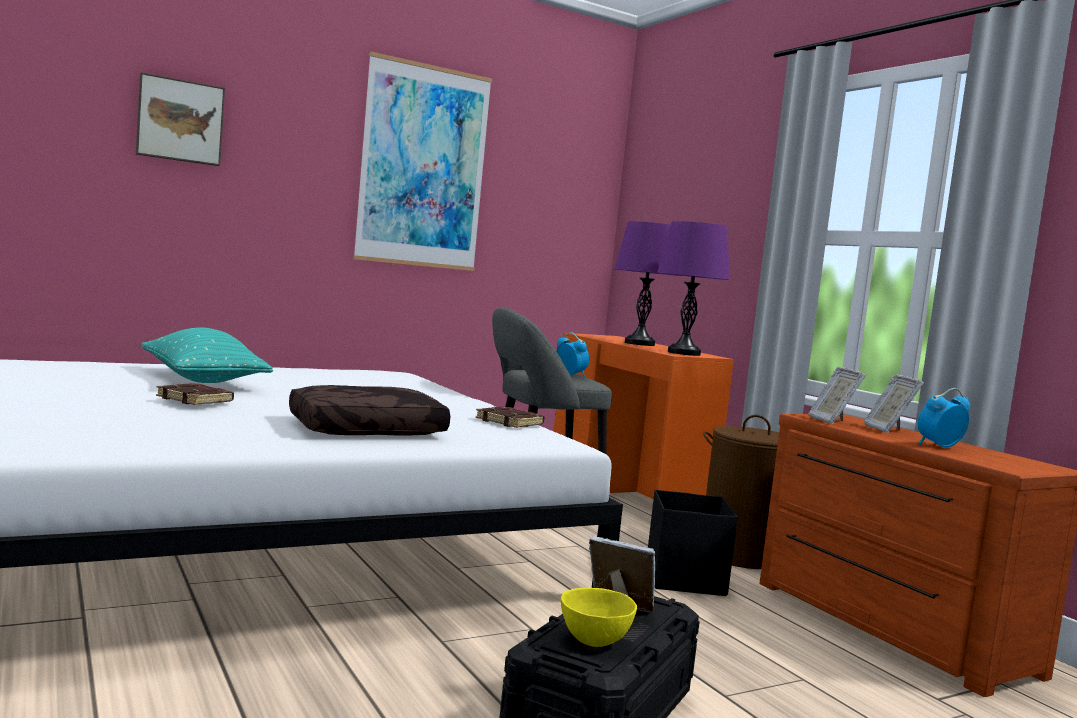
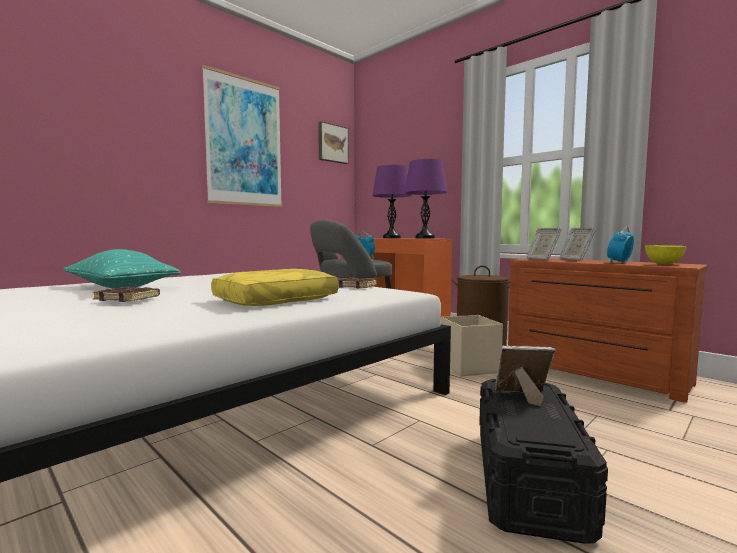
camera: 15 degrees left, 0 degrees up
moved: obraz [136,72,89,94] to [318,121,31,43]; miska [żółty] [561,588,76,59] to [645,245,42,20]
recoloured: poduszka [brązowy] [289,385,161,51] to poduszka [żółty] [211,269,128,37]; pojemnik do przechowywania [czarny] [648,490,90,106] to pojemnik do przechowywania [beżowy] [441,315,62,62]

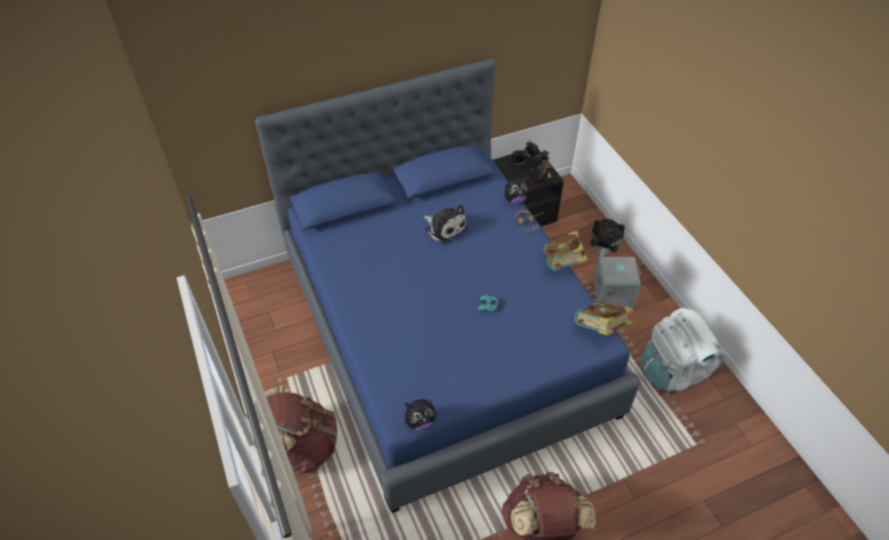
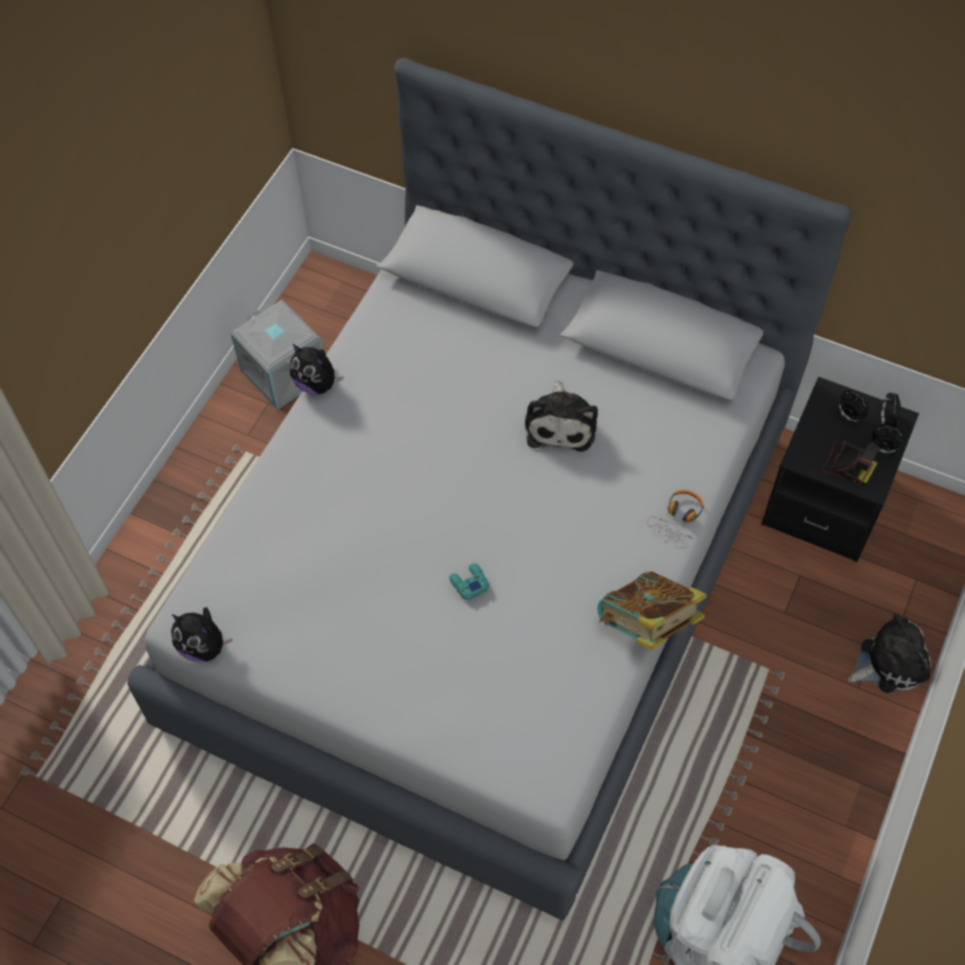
camera: 50 degrees right, 10 degrees up
removed: plecak [brązowy] [264,386,73,88]; książka [575,301,59,35]
moved: pluszak [505,177,24,27] to [290,344,53,51]; pojemnik do przechowywania [szary] [593,257,48,50] to [230,299,93,111]
recoloured: łóżko [niebieski] [255,59,386,454] to łóżko [szary] [127,58,725,862]

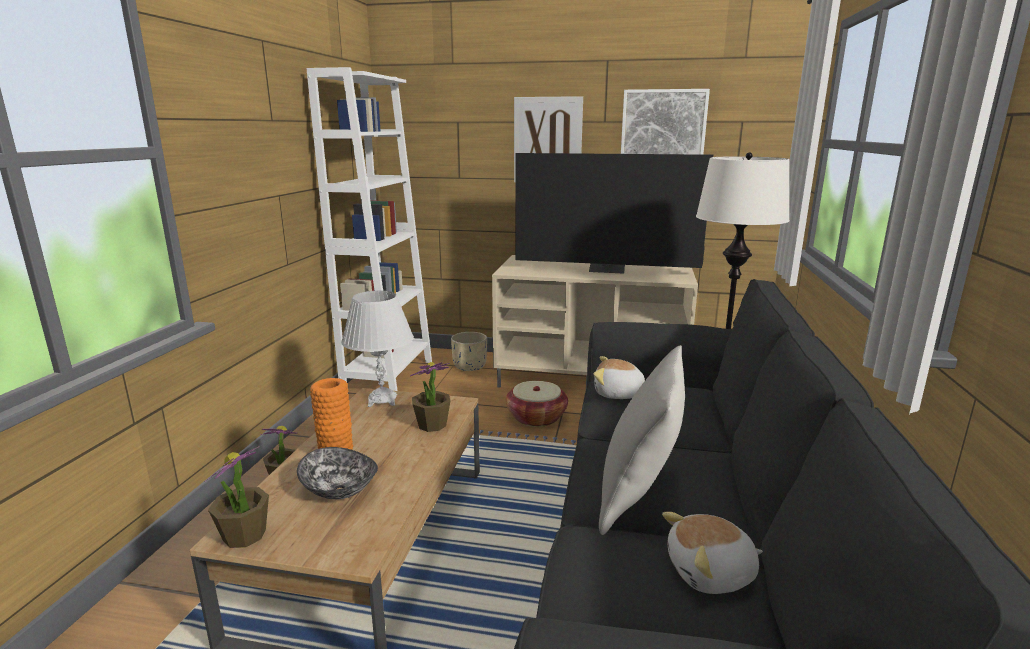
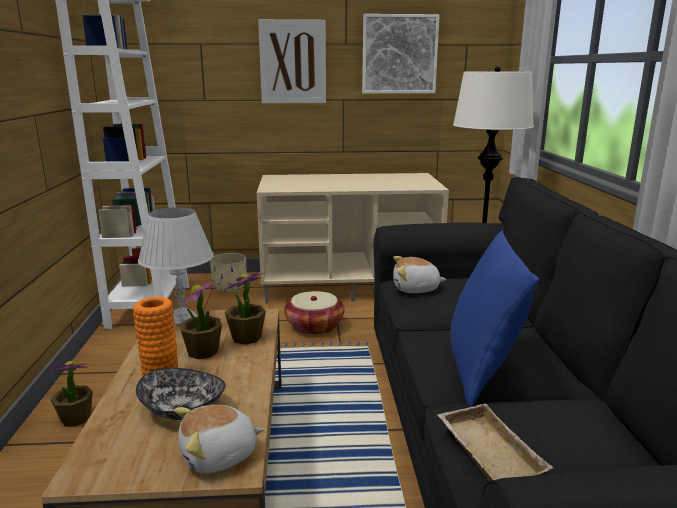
camera: 15 degrees left, 0 degrees up
removed: telewizor [515,153,198,121]
added: taca [beżowy] [437,404,116,77]
moved: roślina doniczkowa [206,446,63,102] to [180,280,42,79]; pluszak [662,512,101,82] to [174,405,90,68]
recoloured: poduszka [szary] [599,345,86,190] to poduszka [niebieski] [450,231,89,176]

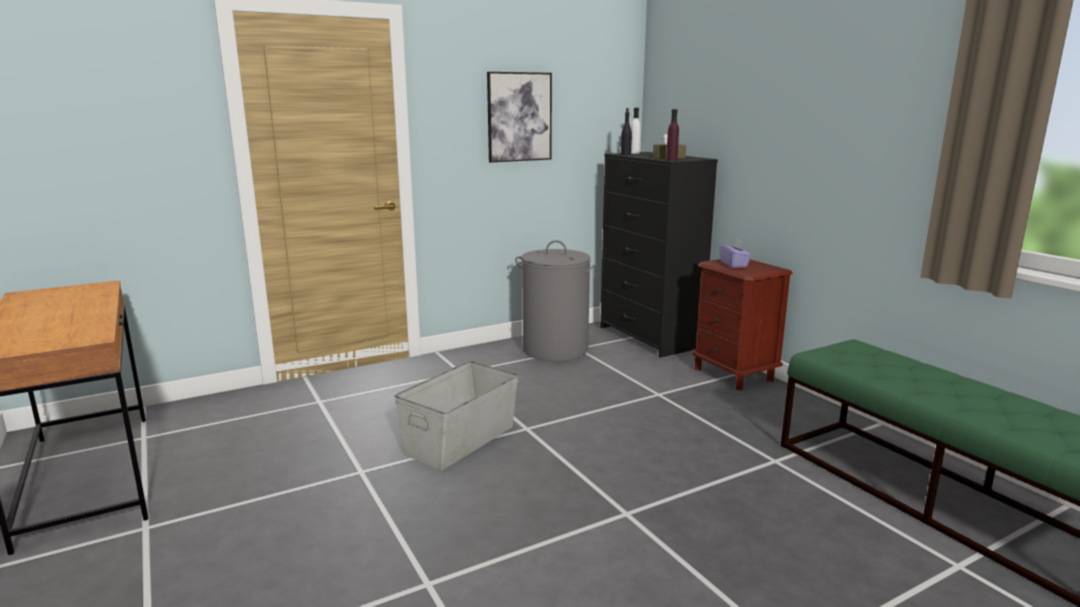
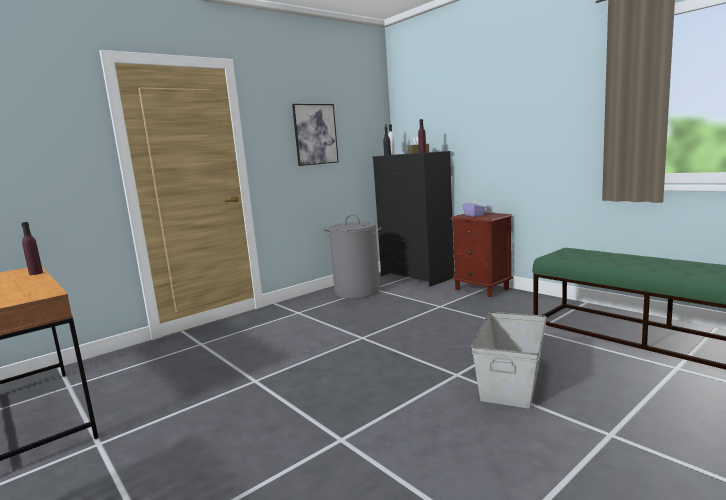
camera: 10 degrees left, 5 degrees down
added: butelka [fioletowy] [21,222,22,53]
moved: pojemnik do przechowywania [szary] [395,361,123,109] to [471,312,76,97]

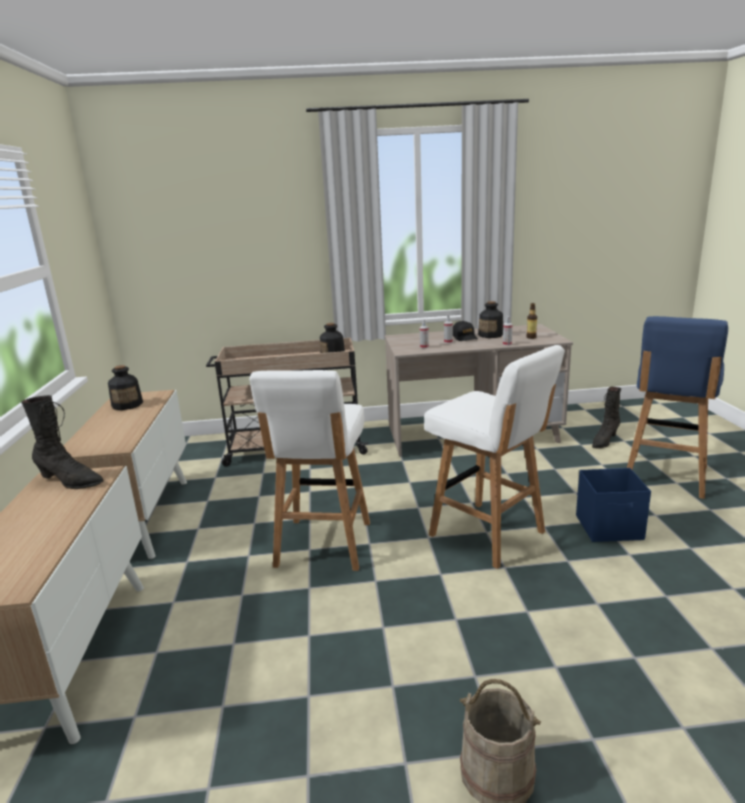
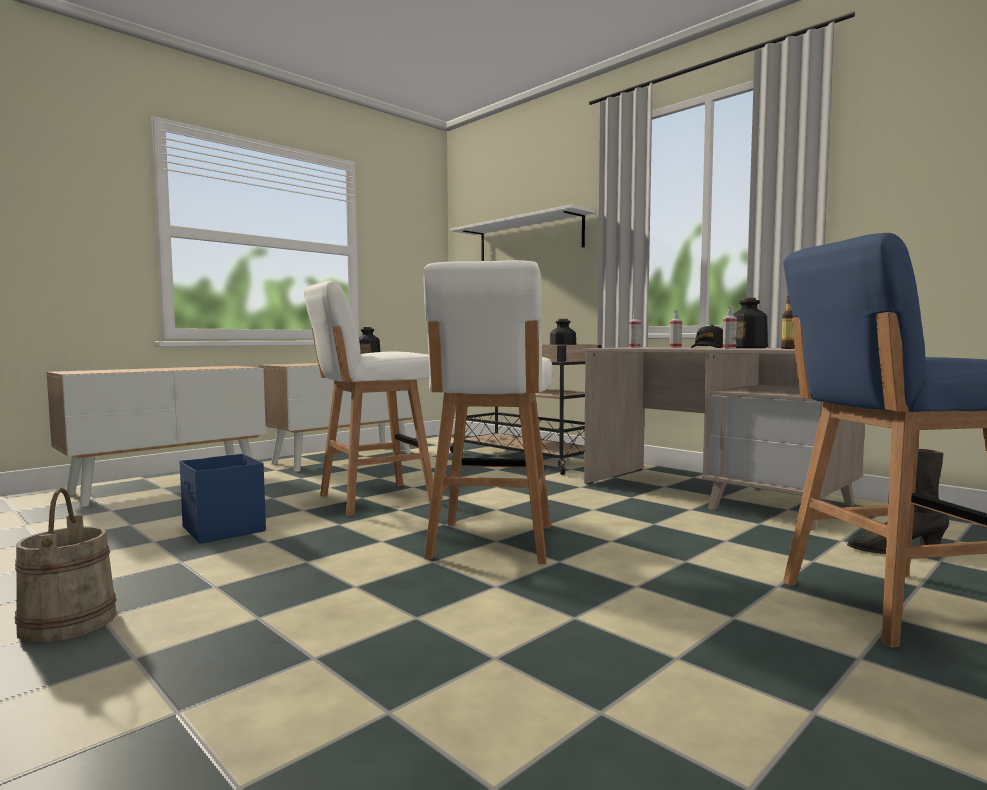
camera: 50 degrees right, 15 degrees down
removed: but z cholewką [czarny] [21,395,83,94]
added: półka [biały] [450,204,145,57]
moved: pojemnik do przechowywania [niebieski] [576,468,75,74] to [179,454,87,90]

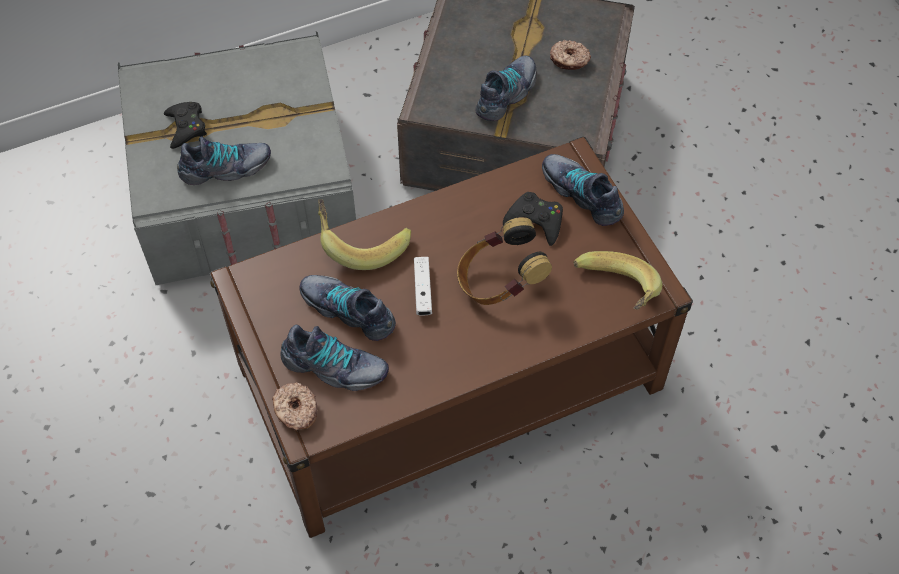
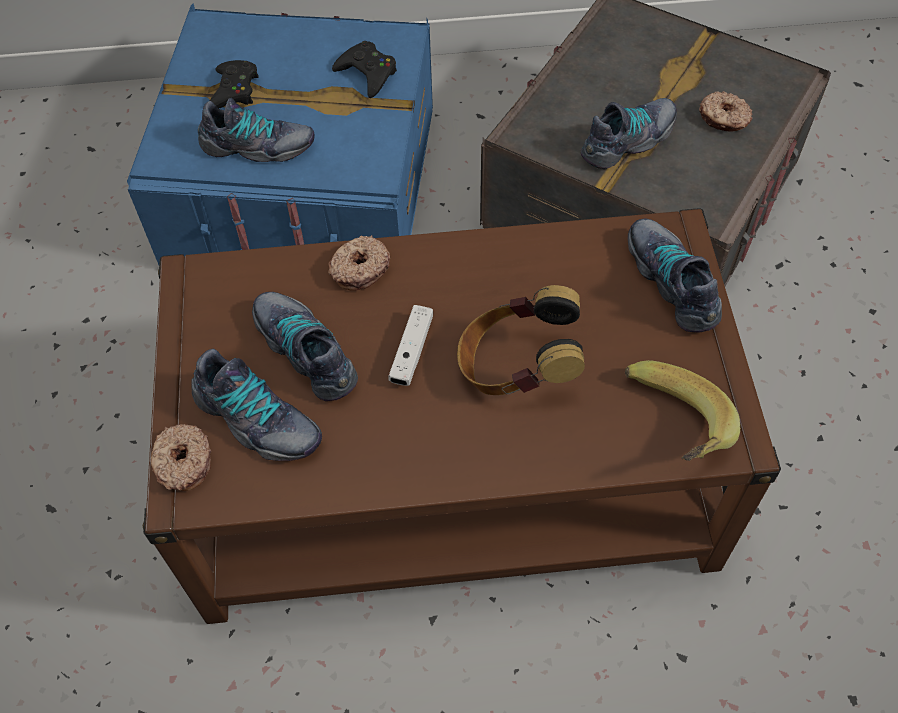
camera: 20 degrees right, 0 degrees up
moved: pad do gier [czarny] [503,192,60,54] to [332,41,65,57]
replaced: banan [318,199,93,71] to donut [328,235,62,55]
recoloured: pojemnik do przechowywania [szary] [118,31,238,254] to pojemnik do przechowywania [niebieski] [127,3,306,262]

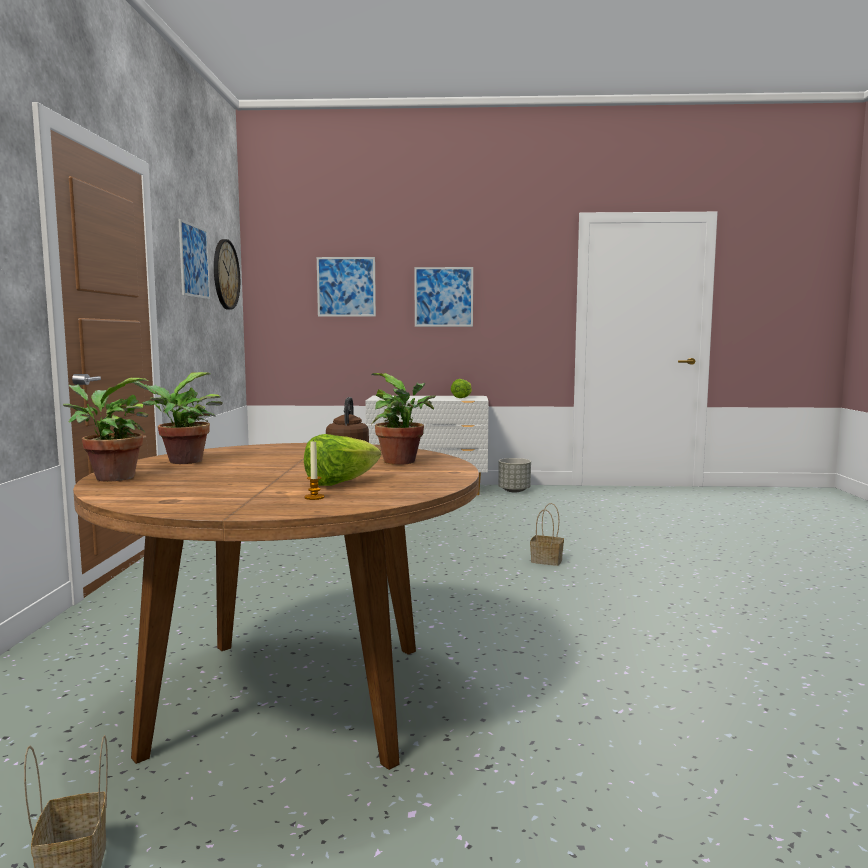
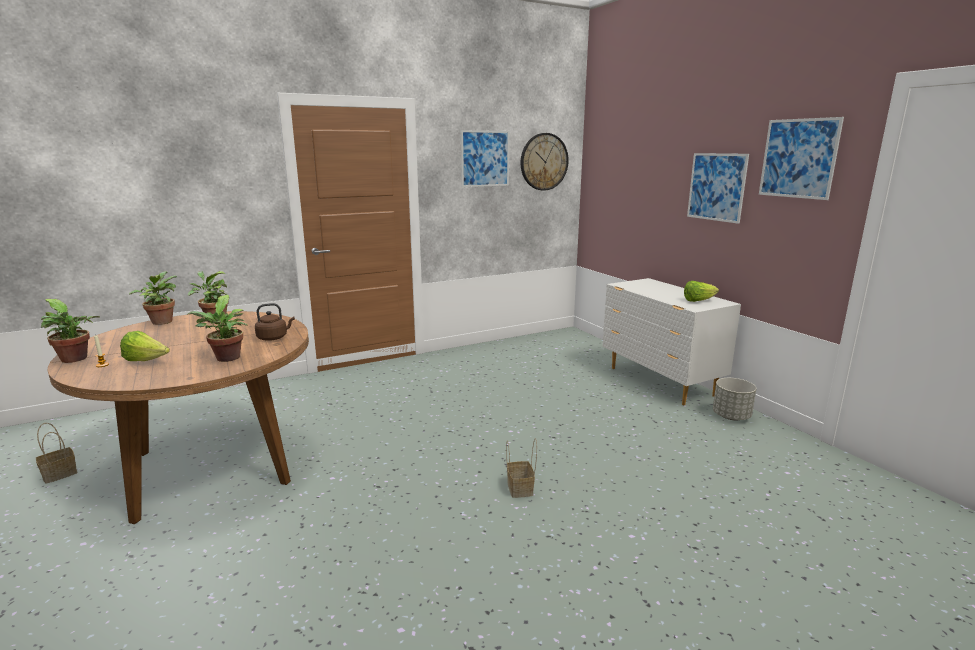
camera: 60 degrees right, 10 degrees up
added: roślina doniczkowa [41,299,59,64]
moved: obraz [317,257,59,60] to [759,117,85,83]

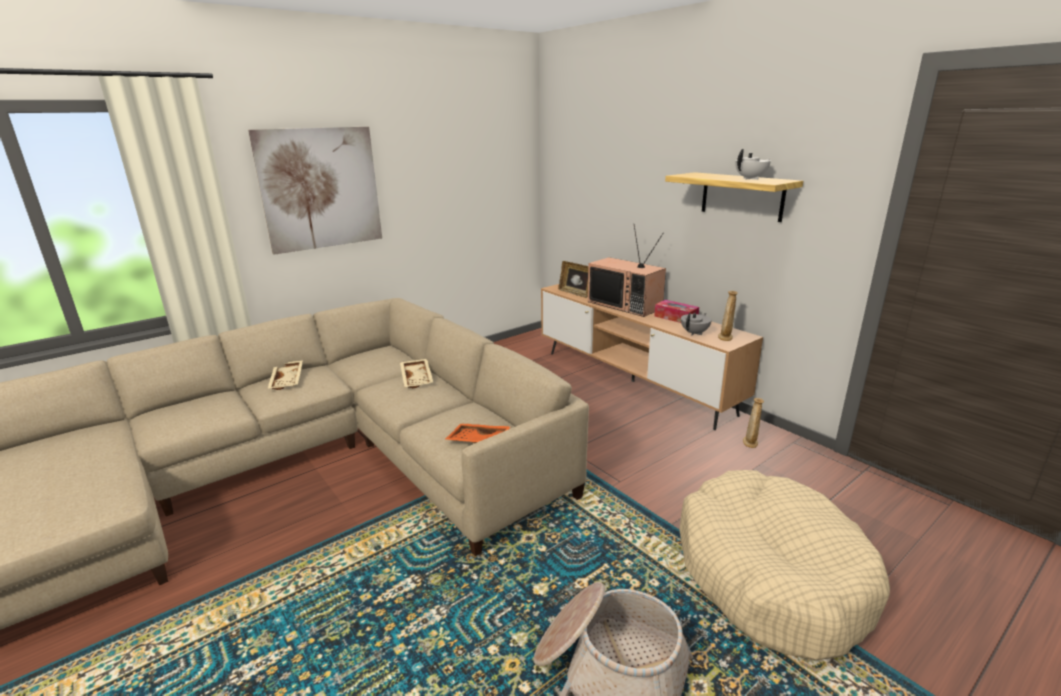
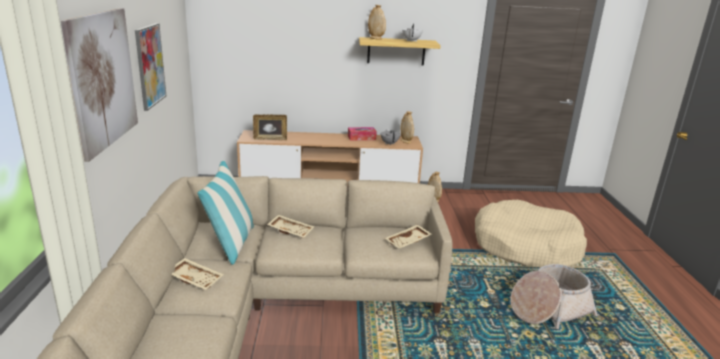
camera: 55 degrees left, 0 degrees up
removed: telewizor [588,224,78,93]
added: obraz [135,23,31,88]; poduszka [197,160,57,105]; wazon [beżowy] [368,5,18,35]
recoloured: taca [pomarańczowy] [445,424,66,19] to taca [beżowy] [385,225,47,24]

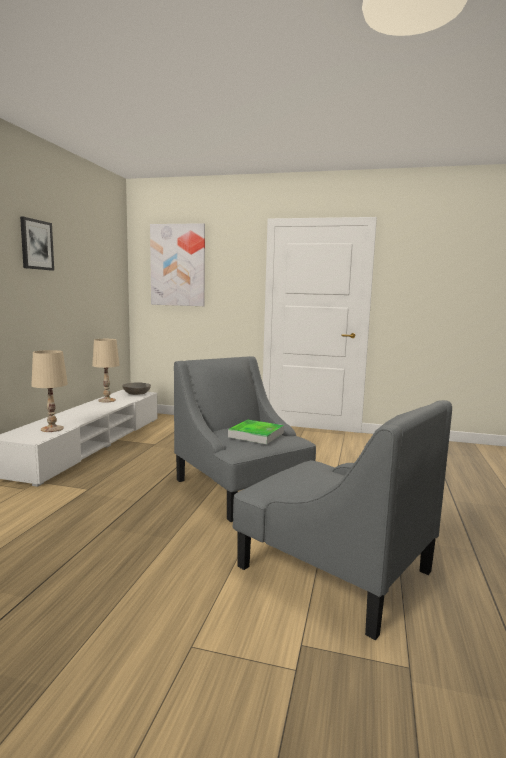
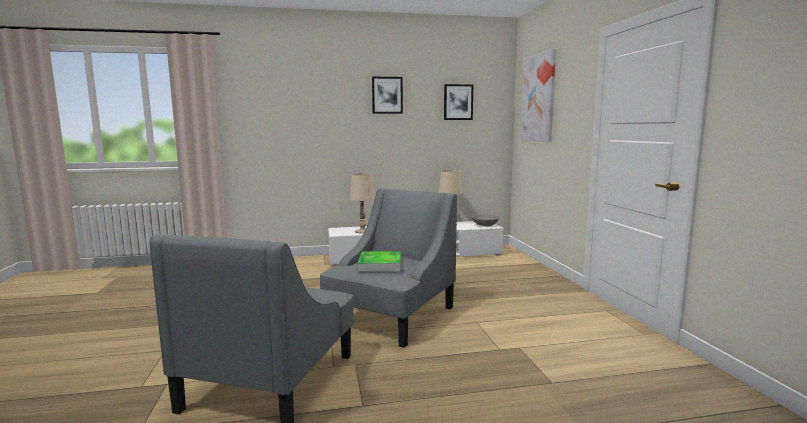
camera: 65 degrees right, 0 degrees up
added: obraz [444,84,29,36]

